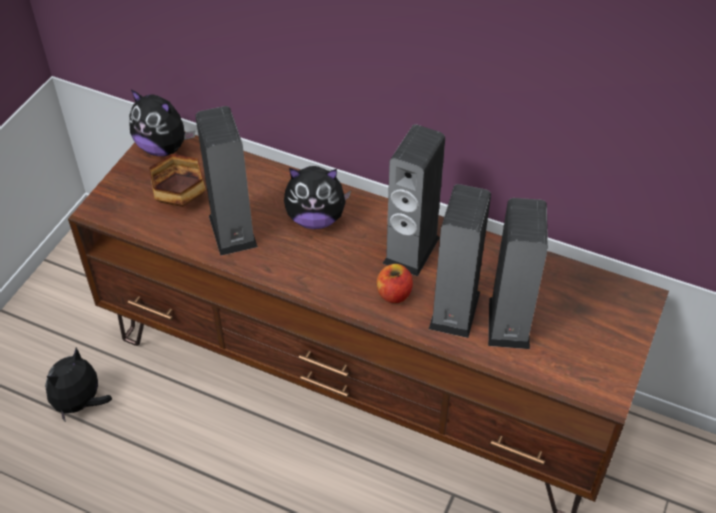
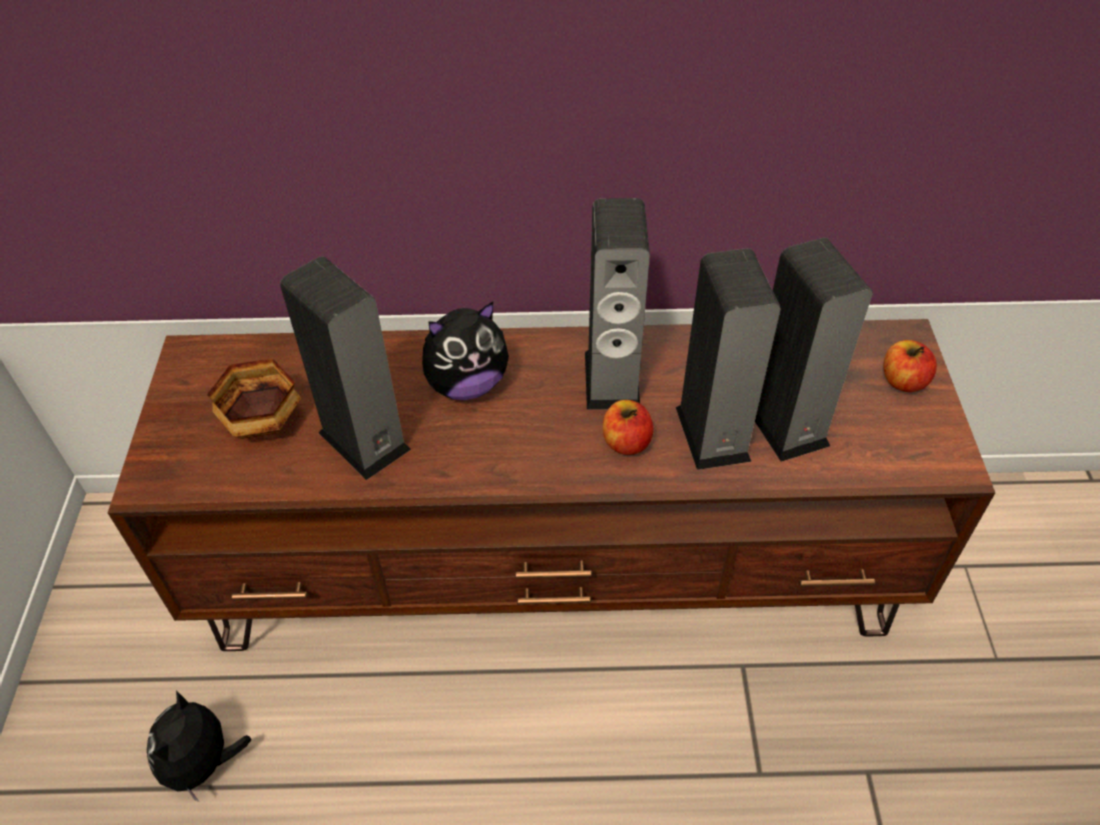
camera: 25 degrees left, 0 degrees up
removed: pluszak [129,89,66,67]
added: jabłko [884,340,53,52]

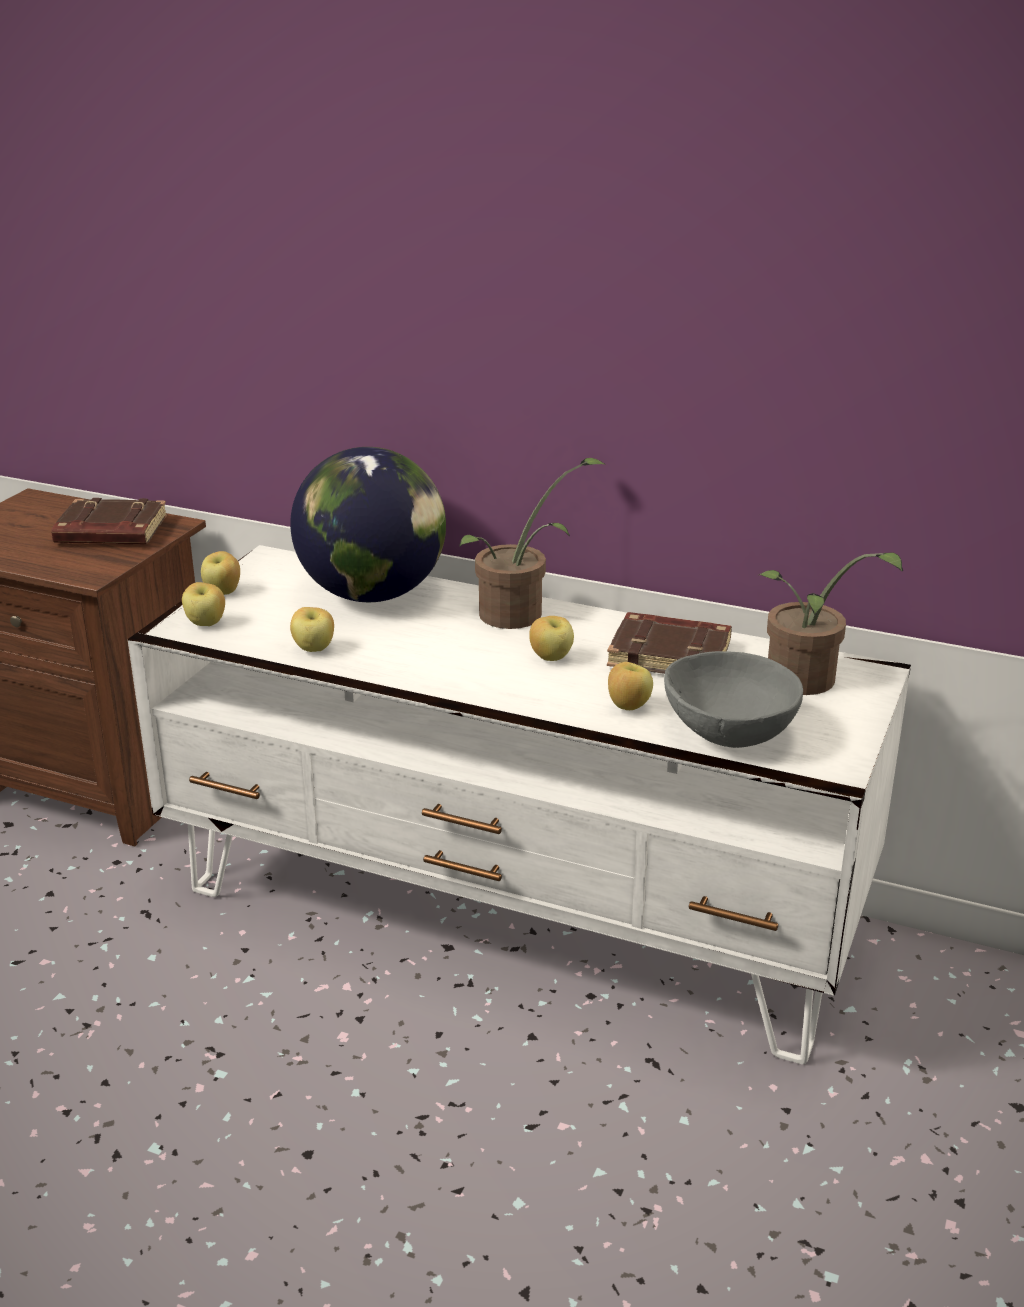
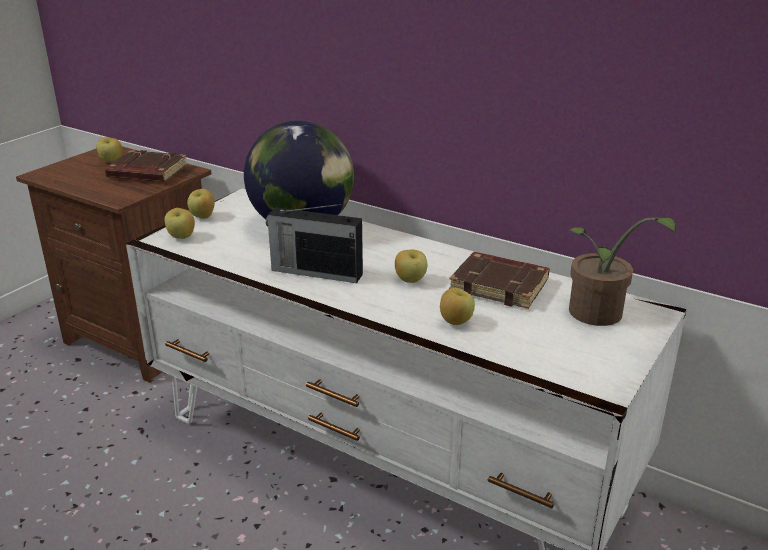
camera: 10 degrees right, 0 degrees up
removed: roślina doniczkowa [459,458,149,171]; miska [szary] [664,651,139,97]
added: radio [266,204,97,79]
moved: jabłko [290,607,44,45] to [96,137,26,25]

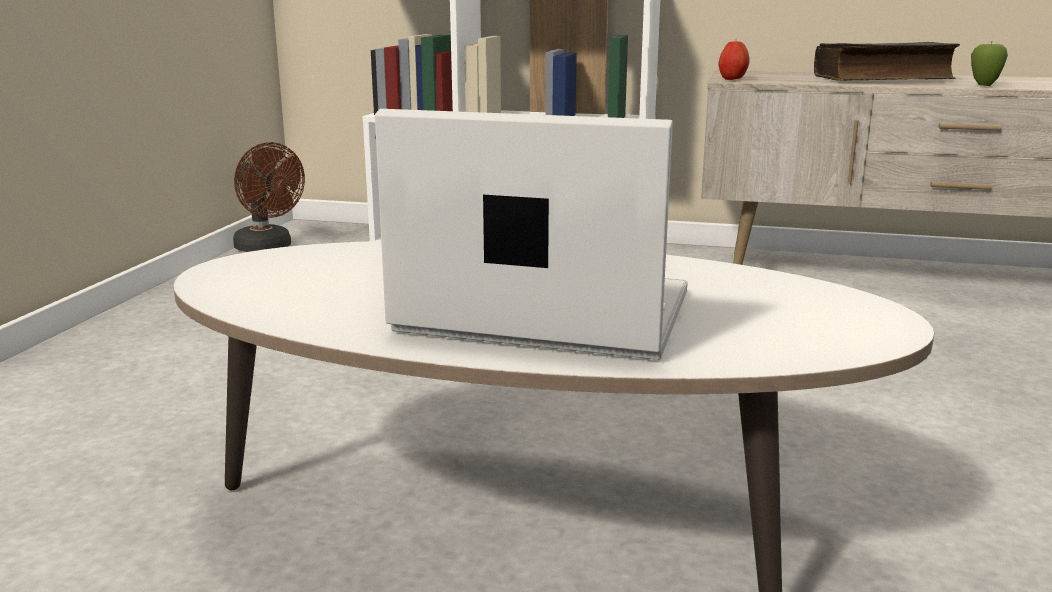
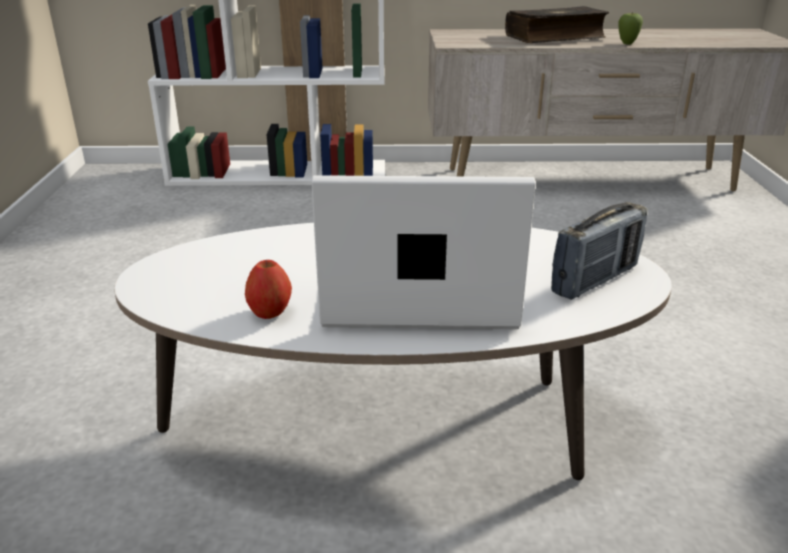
camera: 15 degrees left, 10 degrees up
removed: wentylator [brązowy] [233,142,72,110]
added: radio [551,202,97,98]
moved: jabłko [719,41,31,39] to [245,260,47,59]

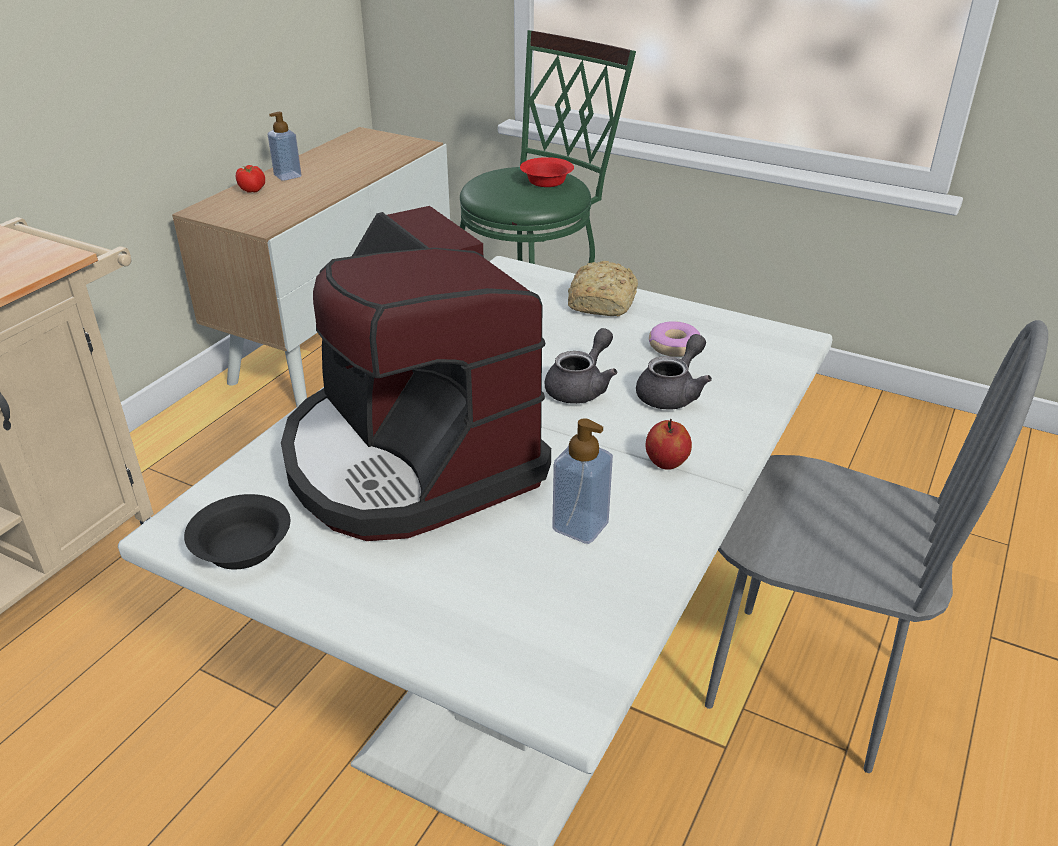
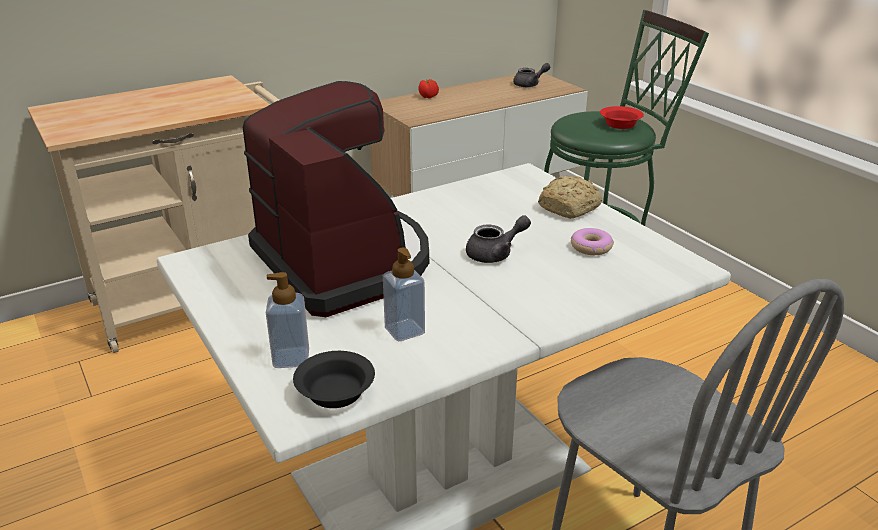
camera: 30 degrees right, 5 degrees down
removed: jabłko [646,419,46,51]
moved: miska [czarny] [184,494,106,75] to [293,351,82,57]; dozownik mydła [268,112,34,69] to [266,272,43,96]; imbryk [szary] [636,334,76,76] to [513,63,37,24]
turned: ekspres do kawy [281,206,270,335] = [243,81,186,236] 150 degrees clockwise

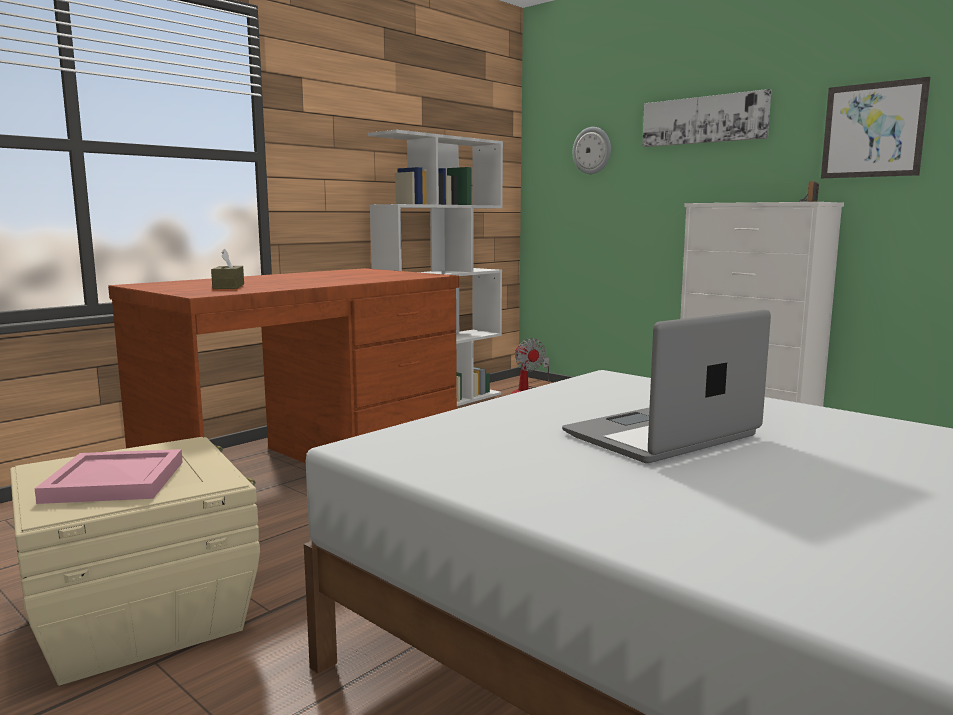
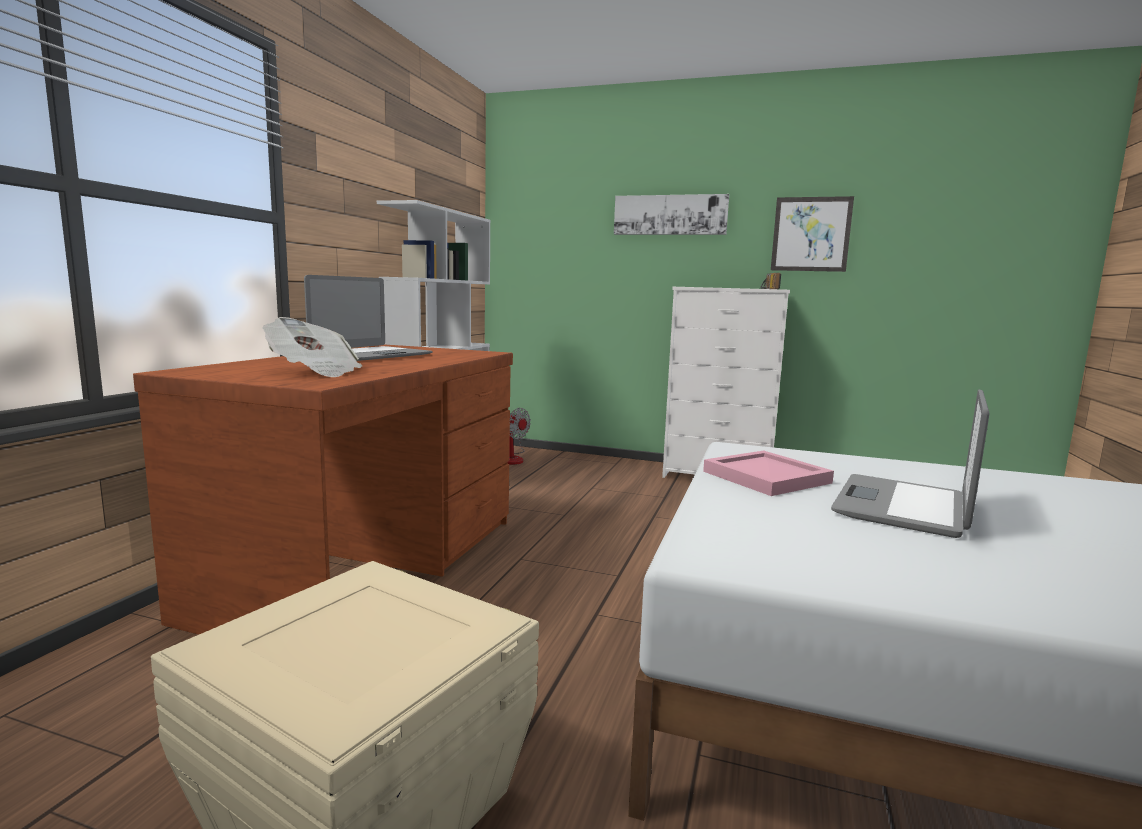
camera: 25 degrees left, 0 degrees up
removed: zegar ścienny [573,127,38,47]
added: laptop [304,275,129,86]
moved: taca [różowy] [35,449,148,55] to [703,451,131,45]
replaced: pudełko chusteczek [brązowy] [211,248,33,41] to gazeta [262,317,100,60]

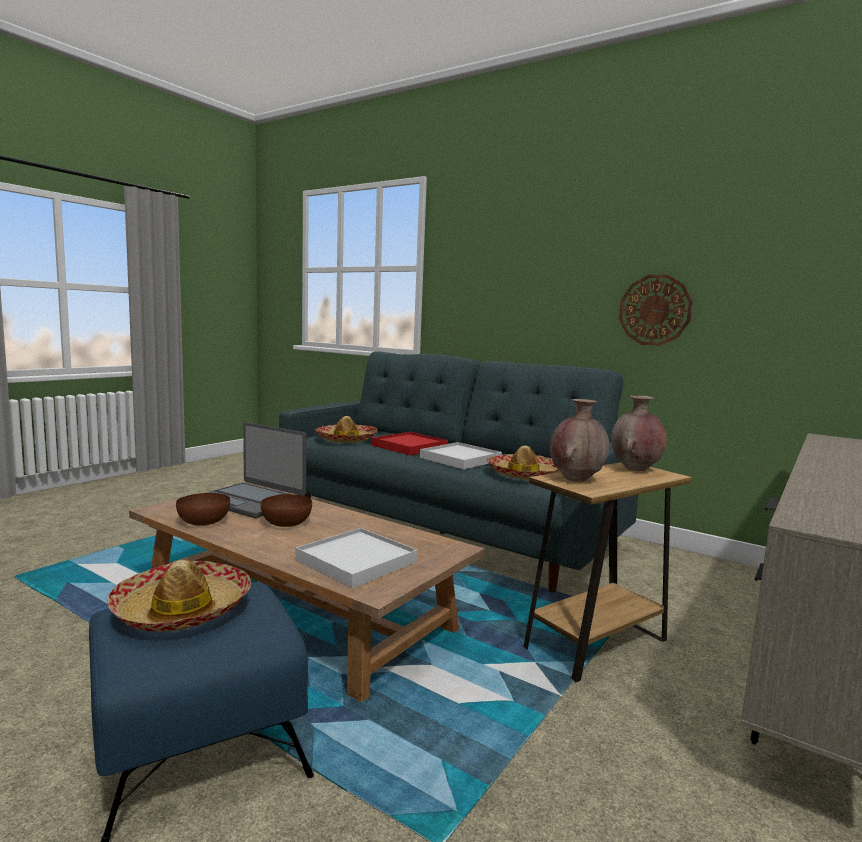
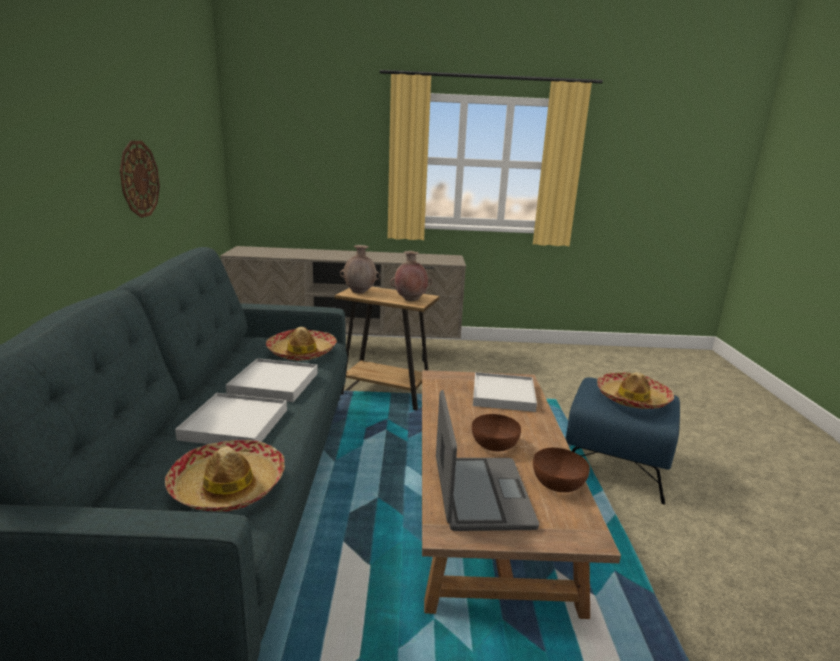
camera: 125 degrees left, 10 degrees up
recoloured: taca [czerwony] [372,432,76,23] to taca [biały] [175,393,112,51]

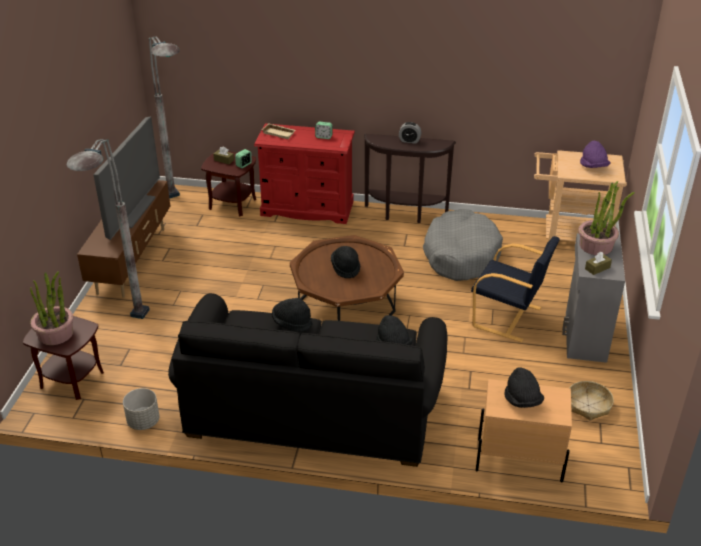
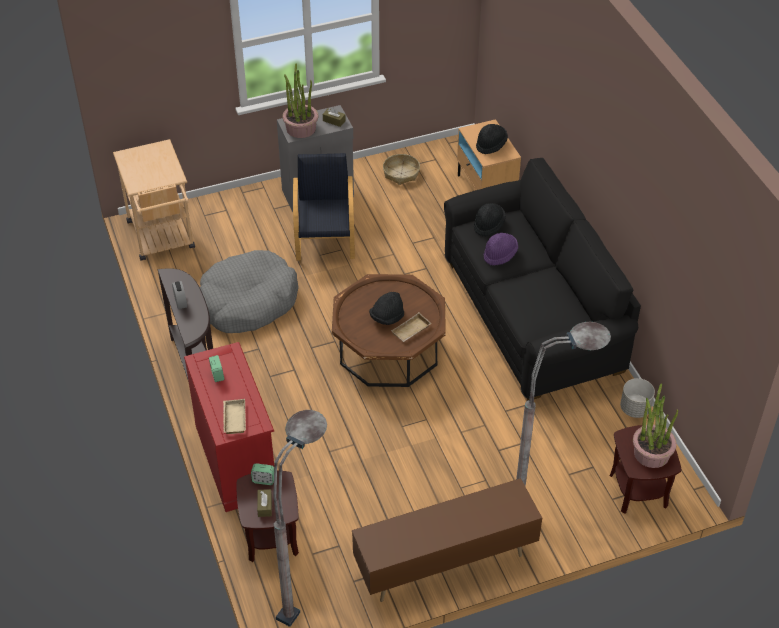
camera: 120 degrees left, 10 degrees up
removed: telewizor [93,116,67,124]; kapelusz [czarny] [272,298,41,34]
added: taca [beżowy] [391,312,40,30]
moved: kapelusz [fioletowy] [580,140,30,28] to [484,233,34,32]

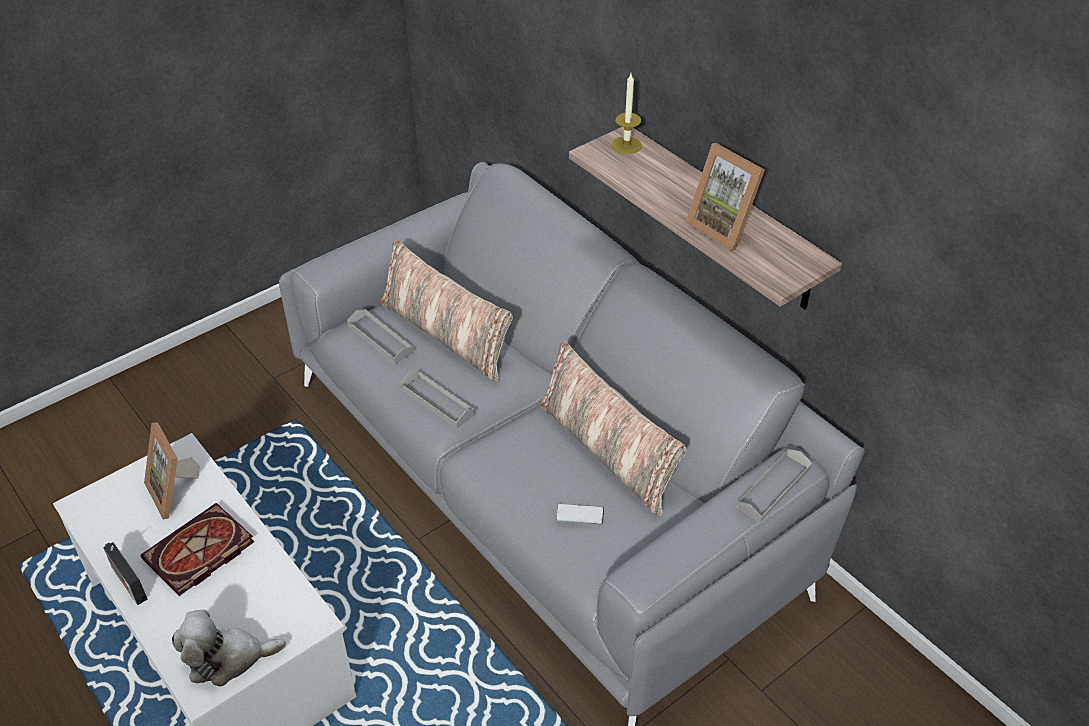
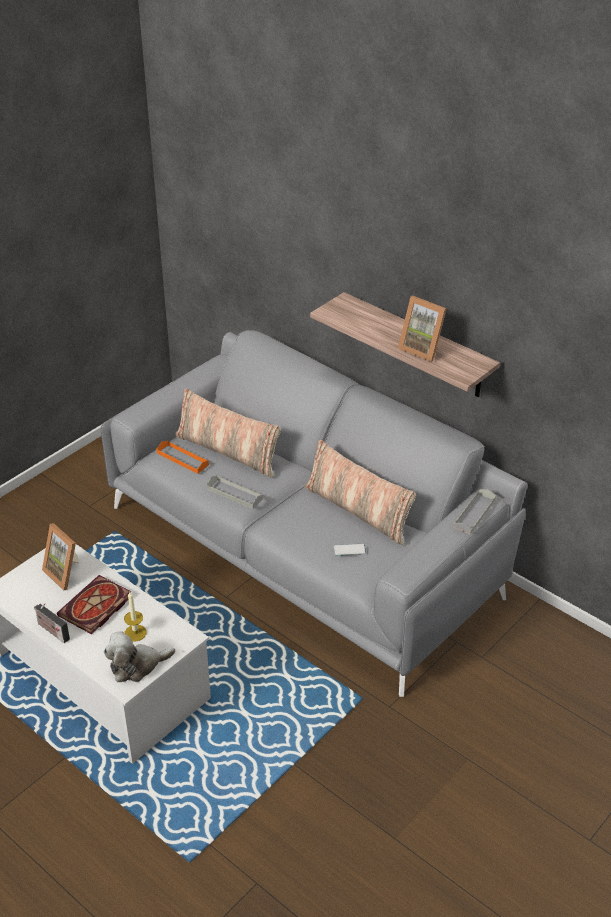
camera: 10 degrees left, 5 degrees down
moved: świeca [612,74,30,80] to [124,592,23,50]
recoloured: taca [szary] [347,309,67,55] to taca [pomarańczowy] [156,441,53,33]

